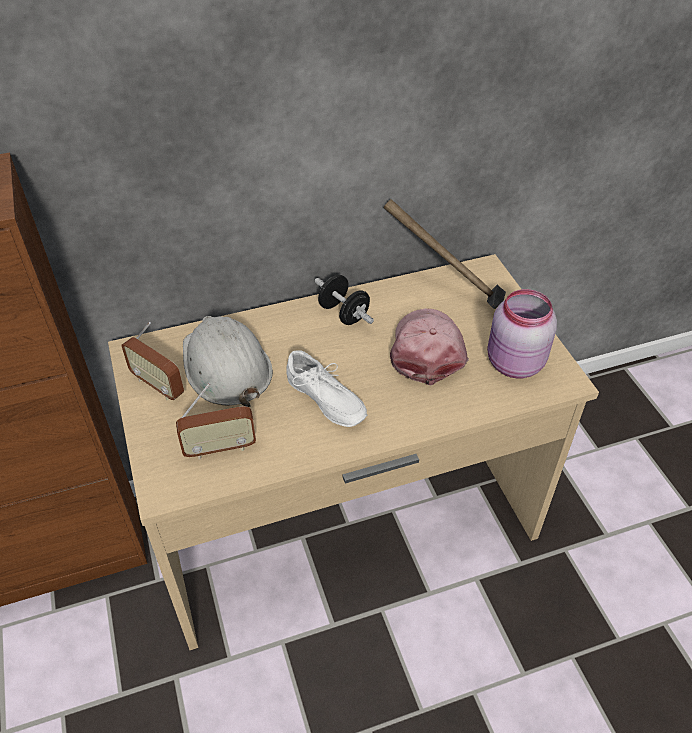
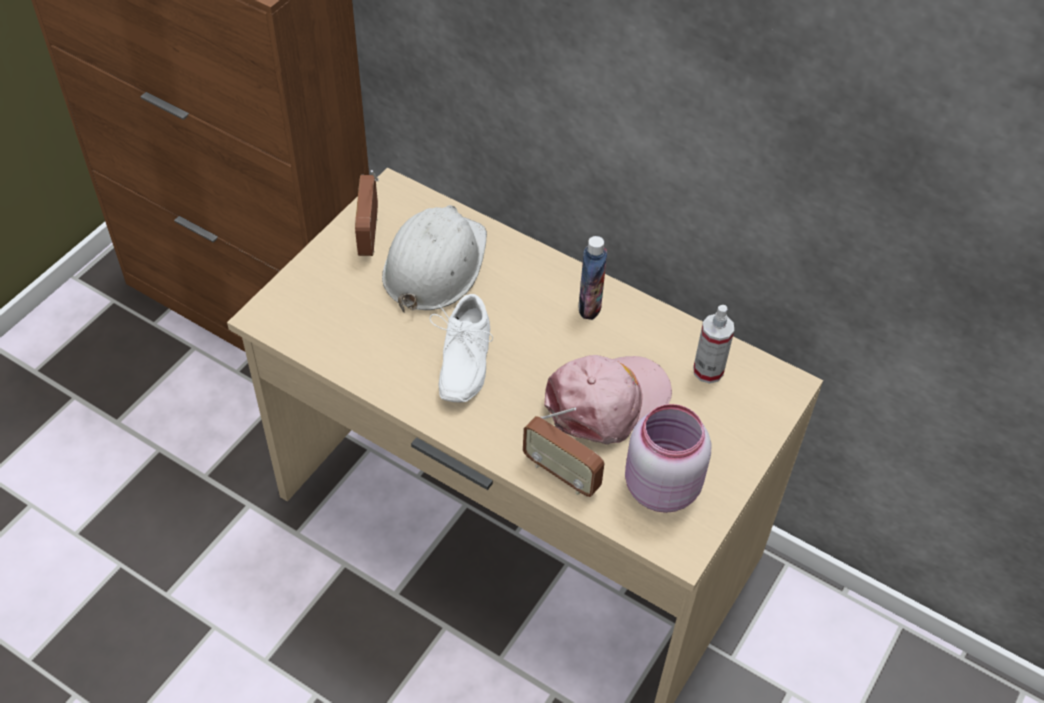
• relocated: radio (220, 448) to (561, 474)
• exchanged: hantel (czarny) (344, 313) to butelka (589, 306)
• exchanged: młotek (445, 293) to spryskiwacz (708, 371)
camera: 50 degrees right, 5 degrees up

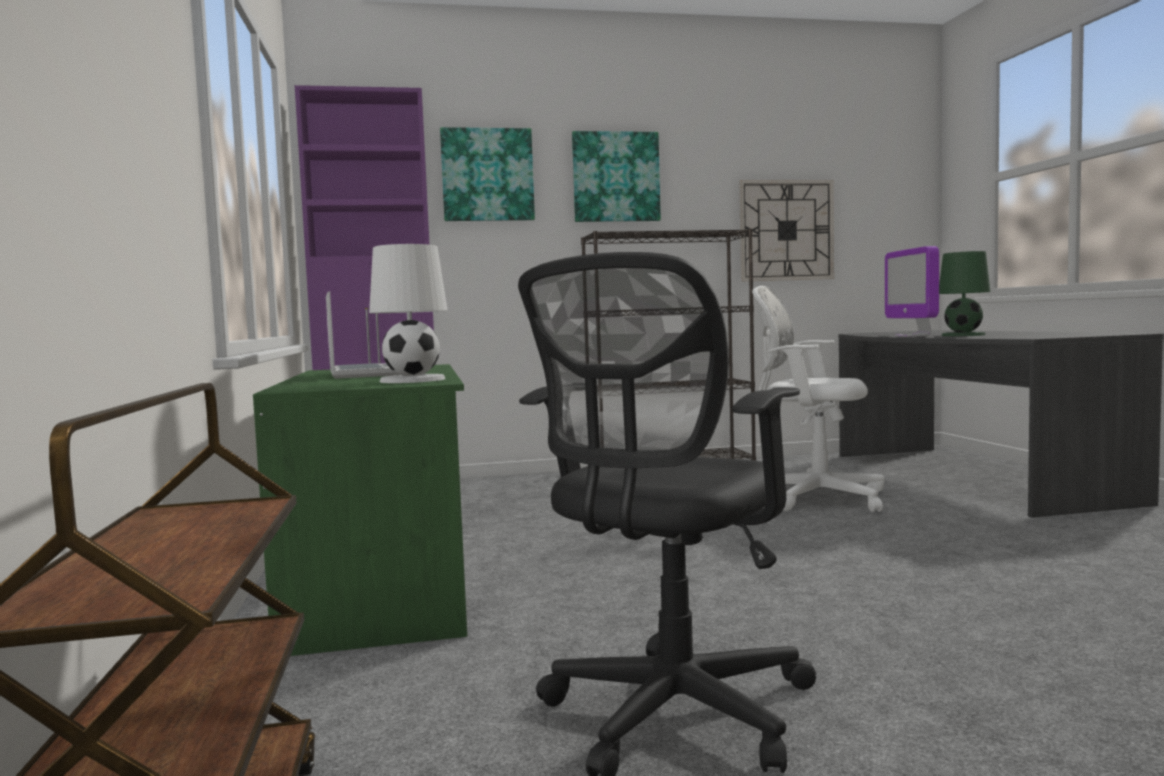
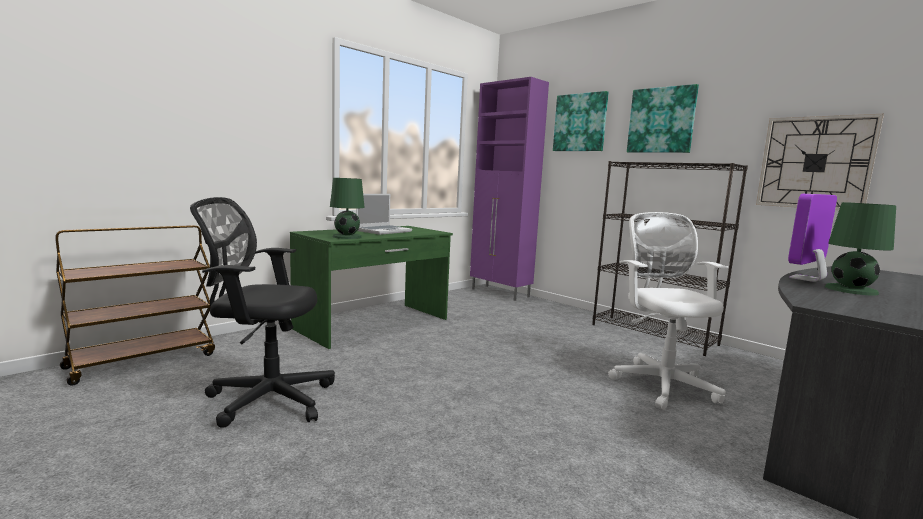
• colour: lampa stołowa (biały) (412, 380) to lampa stołowa (zielony) (346, 236)
camera: 55 degrees right, 5 degrees up

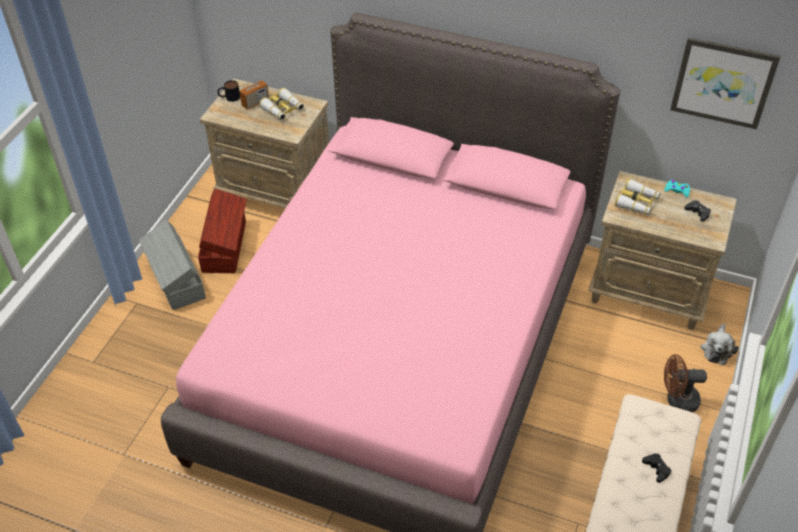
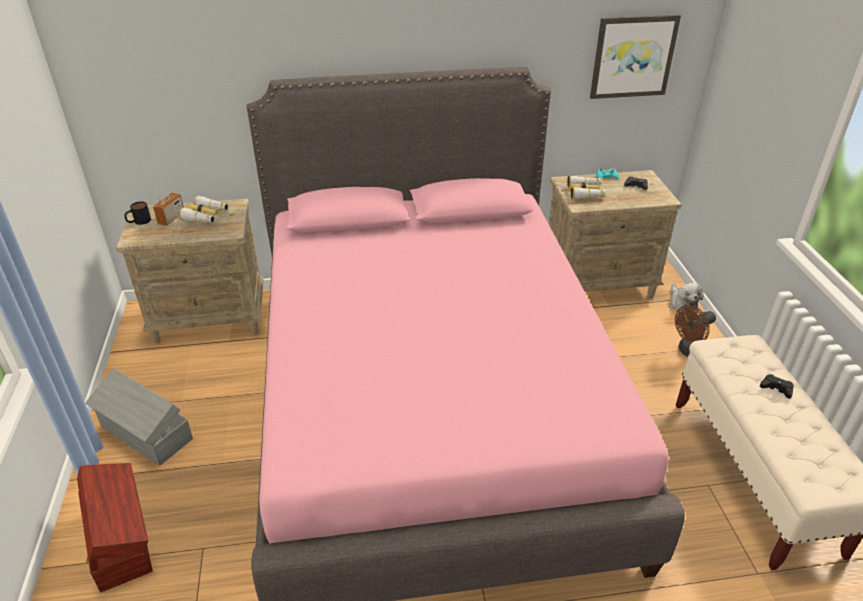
• relocated: pojemnik do przechowywania (brązowy) (225, 246) to (120, 538)
camera: 30 degrees left, 10 degrees down

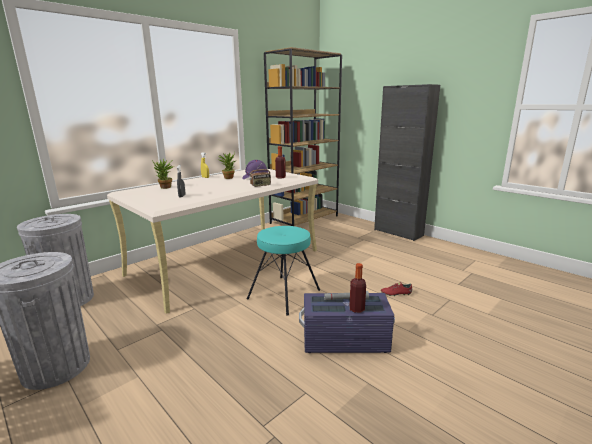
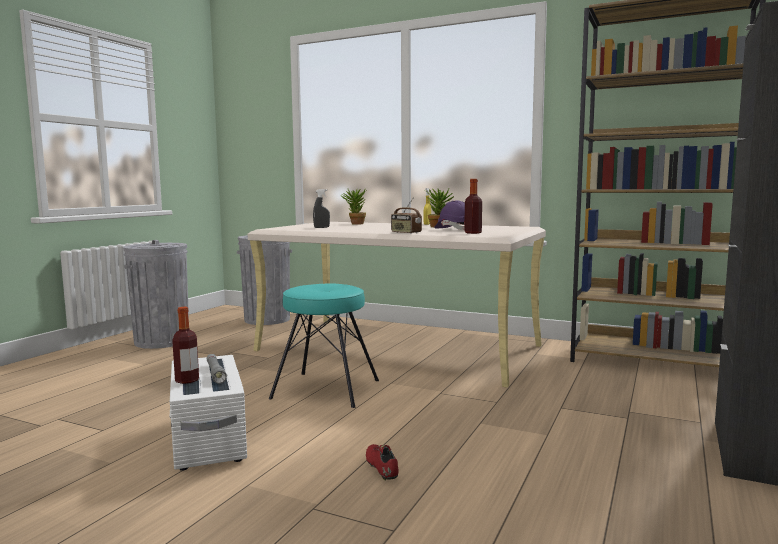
• colour: pojemnik do przechowywania (fioletowy) (345, 341) to pojemnik do przechowywania (biały) (209, 439)
camera: 70 degrees right, 10 degrees down

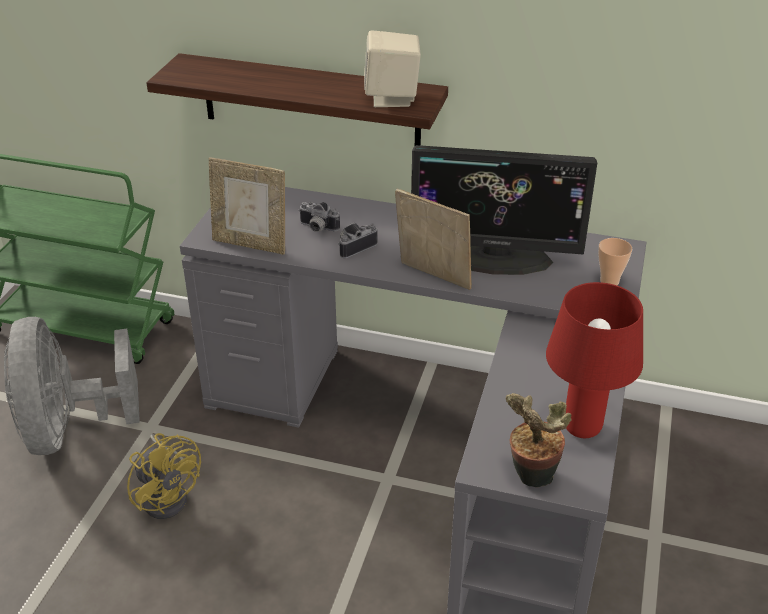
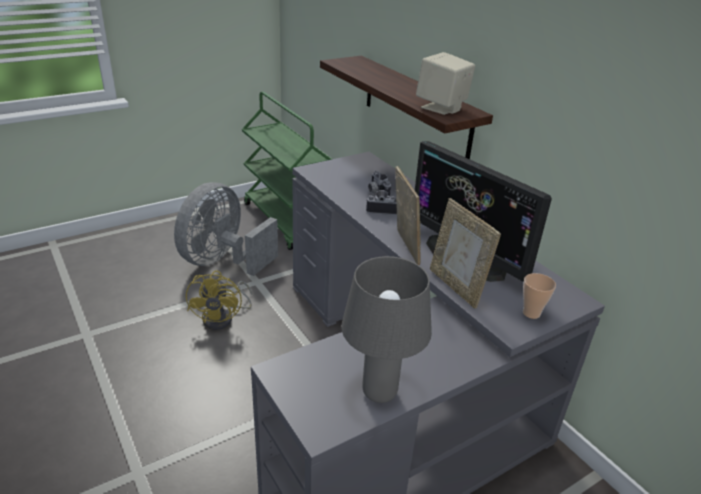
• colour: lampa stołowa (czerwony) (583, 427) to lampa stołowa (szary) (380, 393)
• relocated: ramka na zdjęcie (251, 244) to (456, 287)
• missing: roślina doniczkowa (530, 477)
camera: 40 degrees right, 5 degrees down

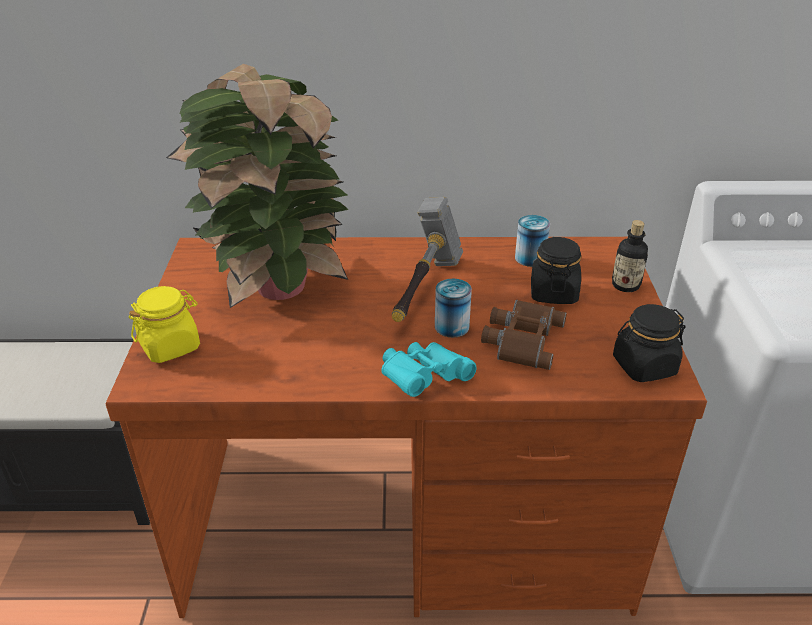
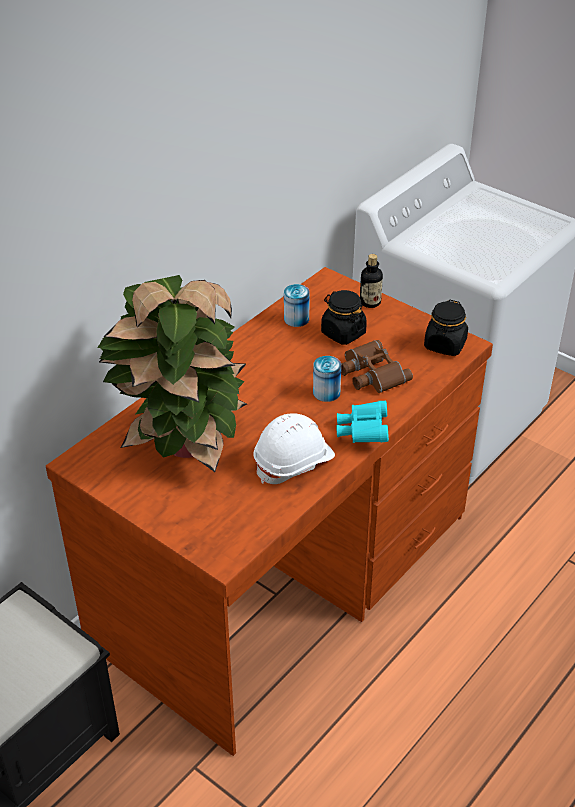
• appeared: kask (biały) (294, 462)
• missing: słoik (żółty) (170, 346)
• missing: młotek (424, 290)
camera: 50 degrees left, 5 degrees up

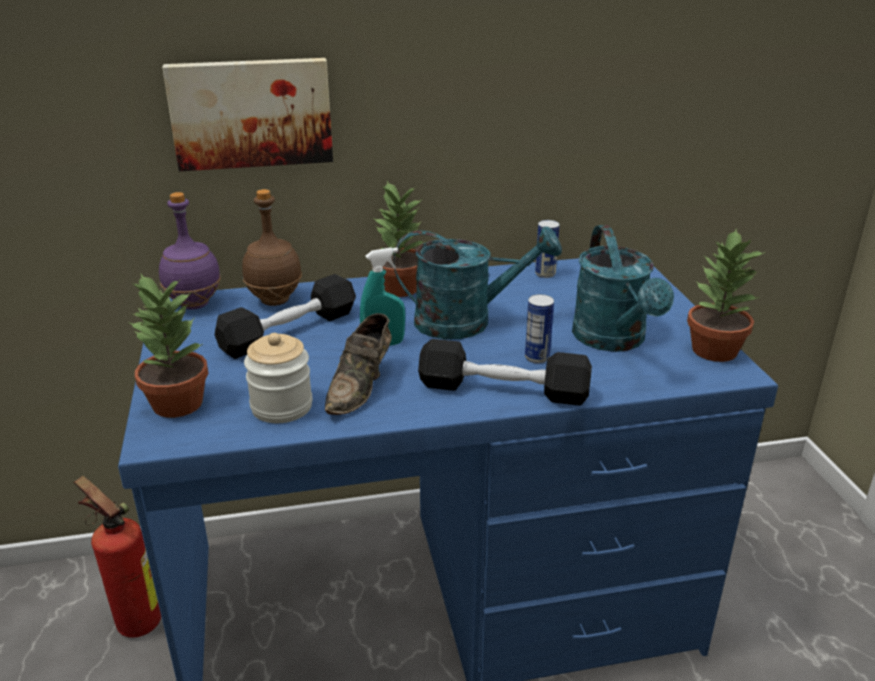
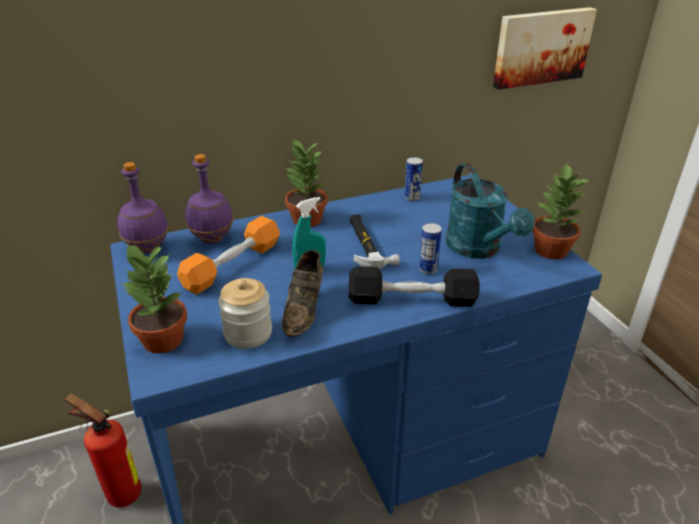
• colour: hantel (czarny) (289, 331) to hantel (pomarańczowy) (232, 265)
• colour: butelka (brązowy) (274, 300) to butelka (fioletowy) (212, 239)
• exchanged: konewka (turkusowy) (467, 321) to młotek (367, 243)
• relocated: obraz (251, 113) to (541, 47)
camera: 10 degrees left, 5 degrees up

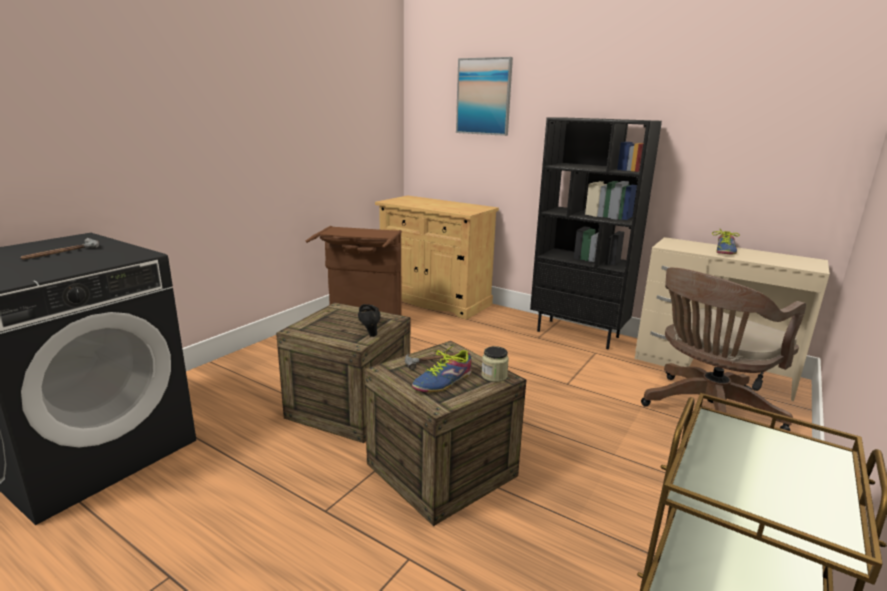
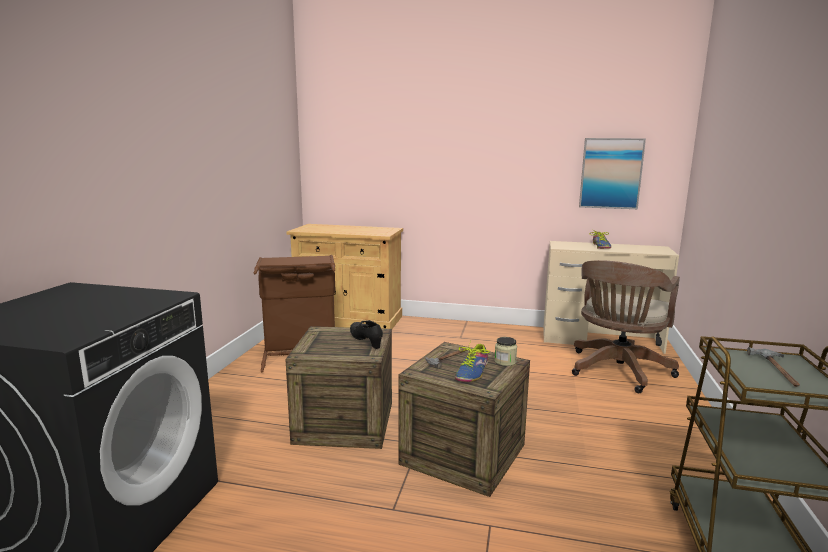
• relocated: obraz (484, 96) to (611, 173)
• relocated: młotek (62, 253) to (778, 370)
• missing: regał (czarny) (578, 334)
camera: 20 degrees left, 5 degrees down

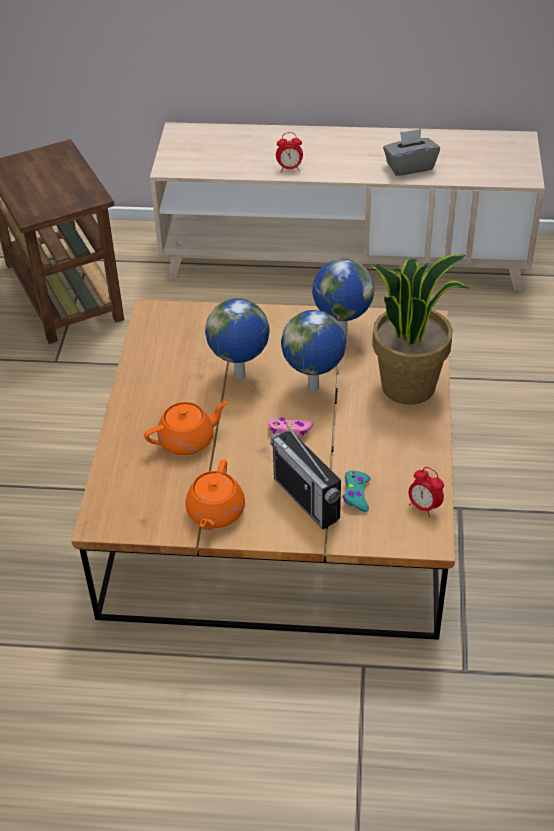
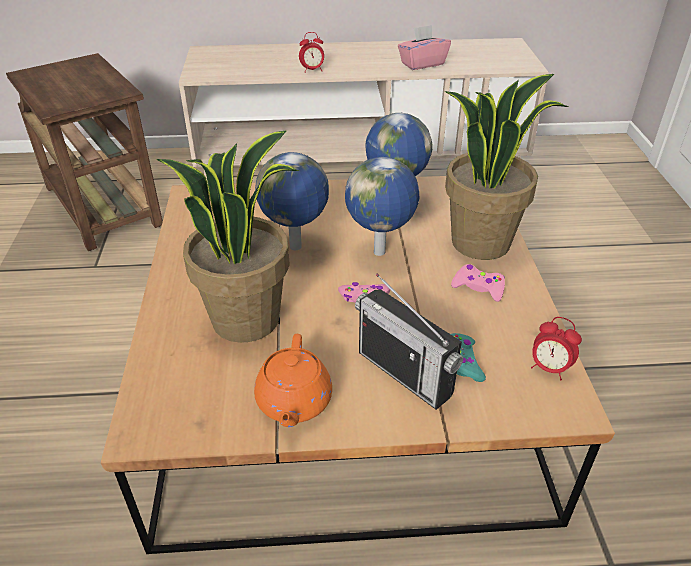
• exchanged: imbryk (pomarańczowy) (188, 440) to roślina doniczkowa (246, 318)
• colour: pudełko chusteczek (szary) (409, 166) to pudełko chusteczek (różowy) (422, 64)
• appeared: pad do gier (różowy) (478, 287)
camera: 10 degrees left, 5 degrees down

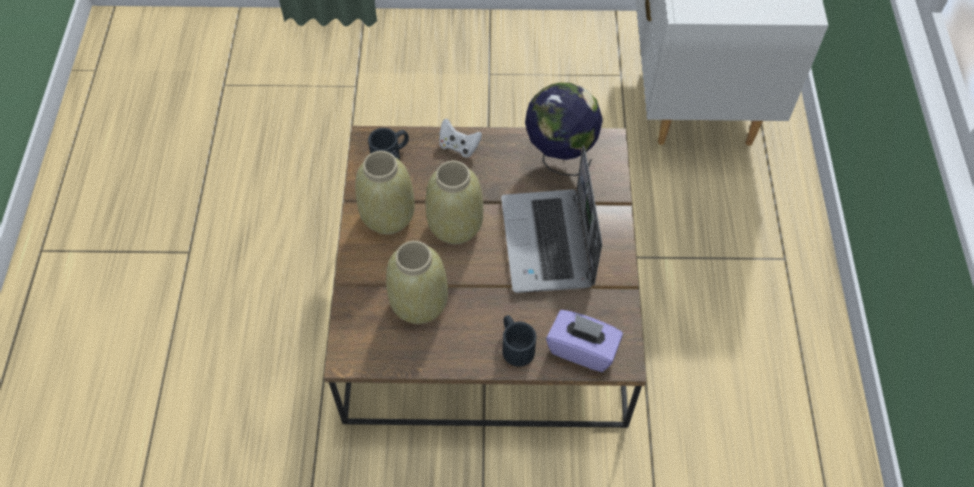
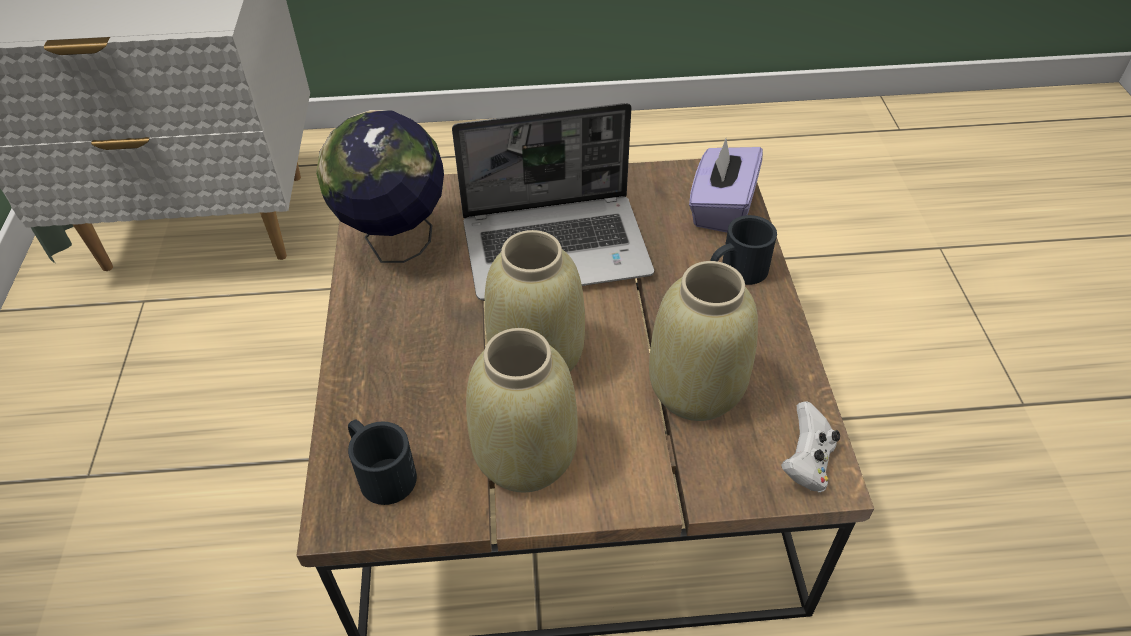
• relocated: pad do gier (biały) (459, 146) to (806, 463)
camera: 95 degrees left, 10 degrees down

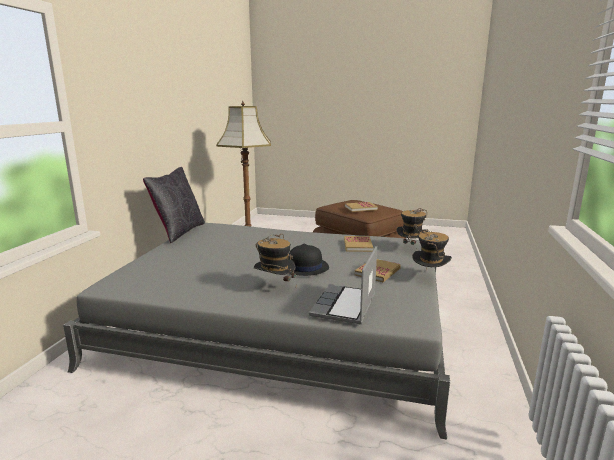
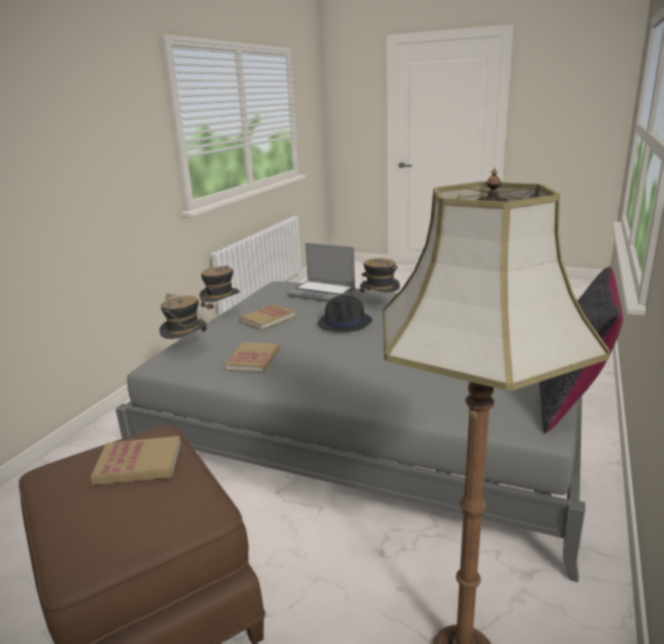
• spun: laptop (345, 306) = (323, 293) 90 degrees clockwise
camera: 170 degrees left, 5 degrees up

